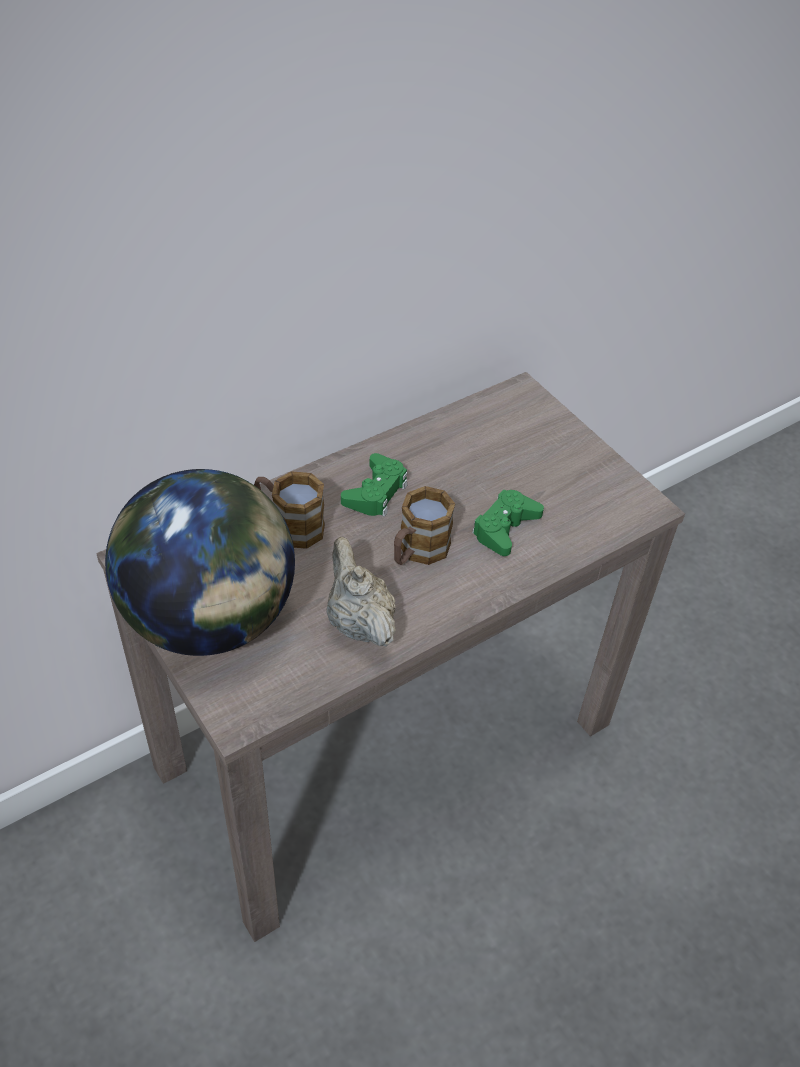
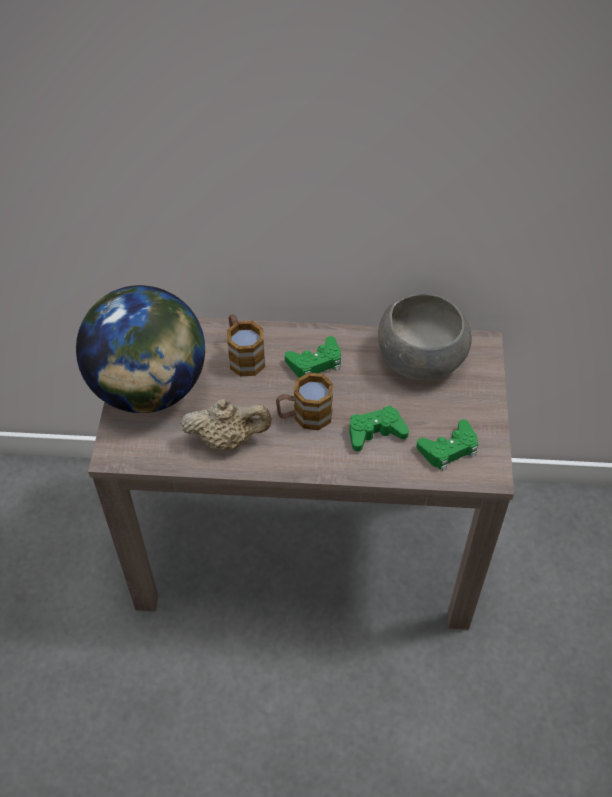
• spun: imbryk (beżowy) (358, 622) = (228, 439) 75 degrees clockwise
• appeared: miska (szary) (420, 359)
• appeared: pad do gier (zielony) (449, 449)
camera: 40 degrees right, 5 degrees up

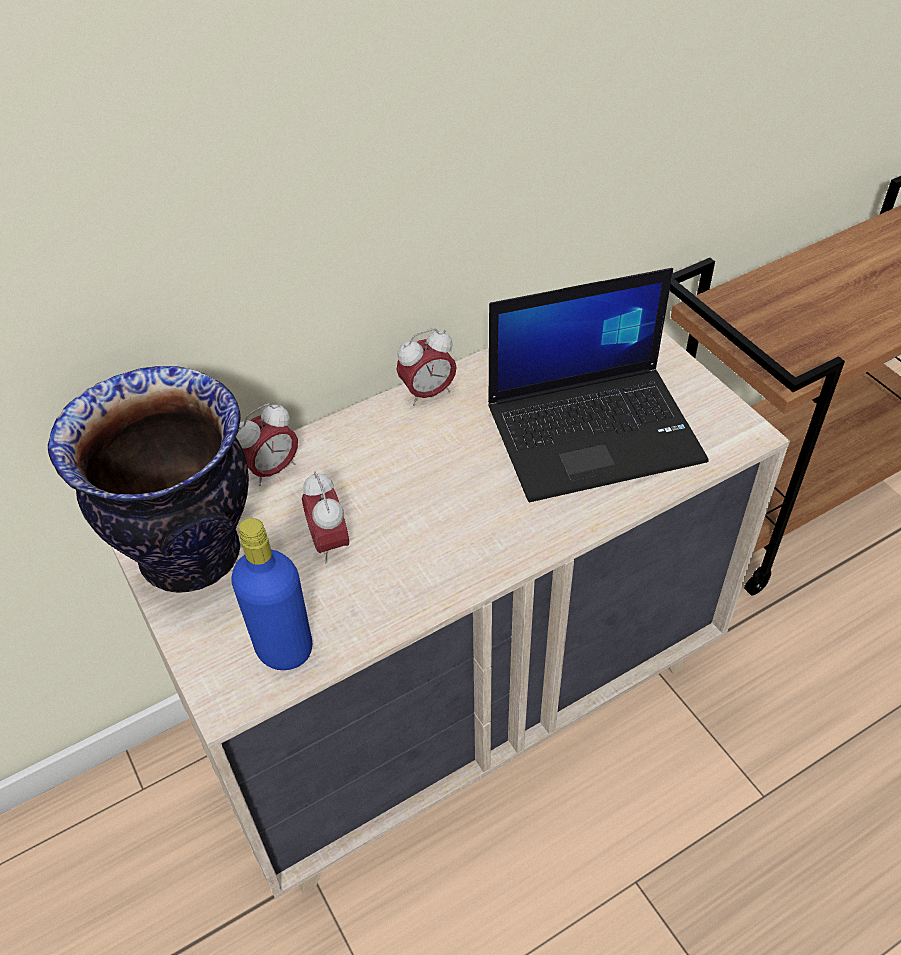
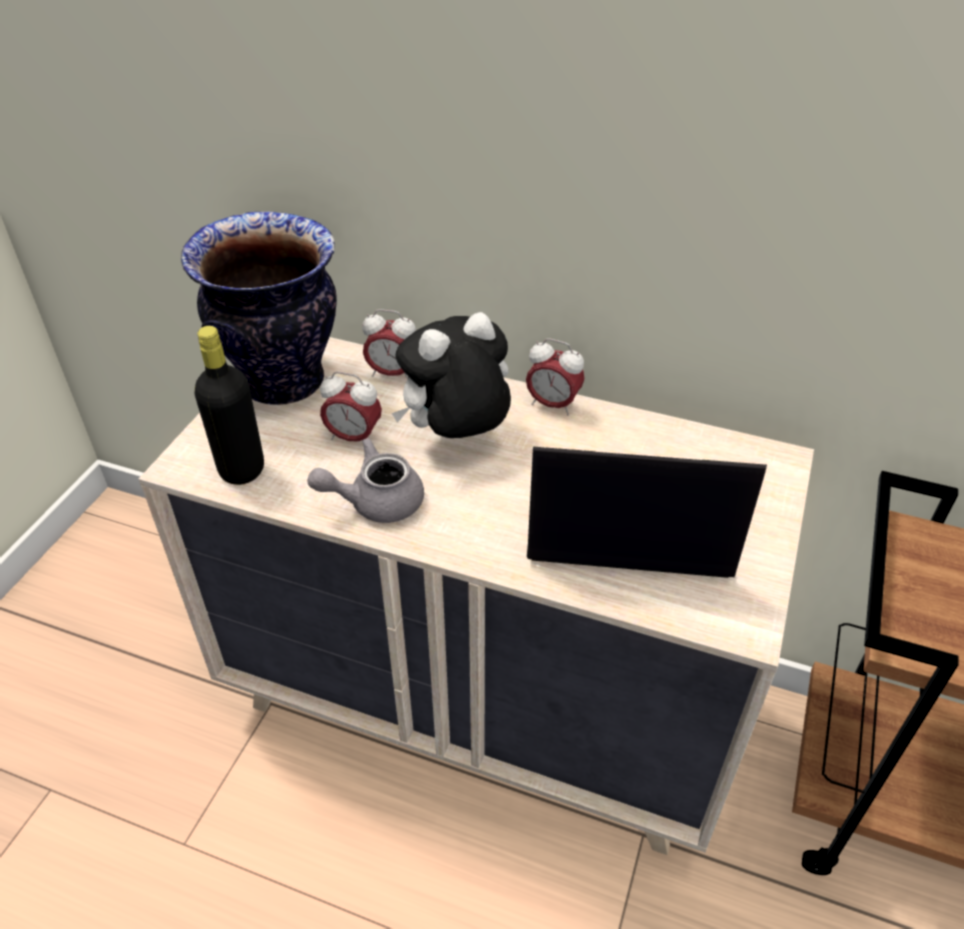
• colour: butelka (niebieski) (284, 649) to butelka (czarny) (242, 469)
• appeared: imbryk (szary) (375, 501)
• spun: budzik (330, 543) = (354, 438) 105 degrees counterclockwise
• appeared: pluszak (456, 437)
• spun: laptop (595, 431) = (625, 521) 150 degrees clockwise
camera: 50 degrees right, 5 degrees down

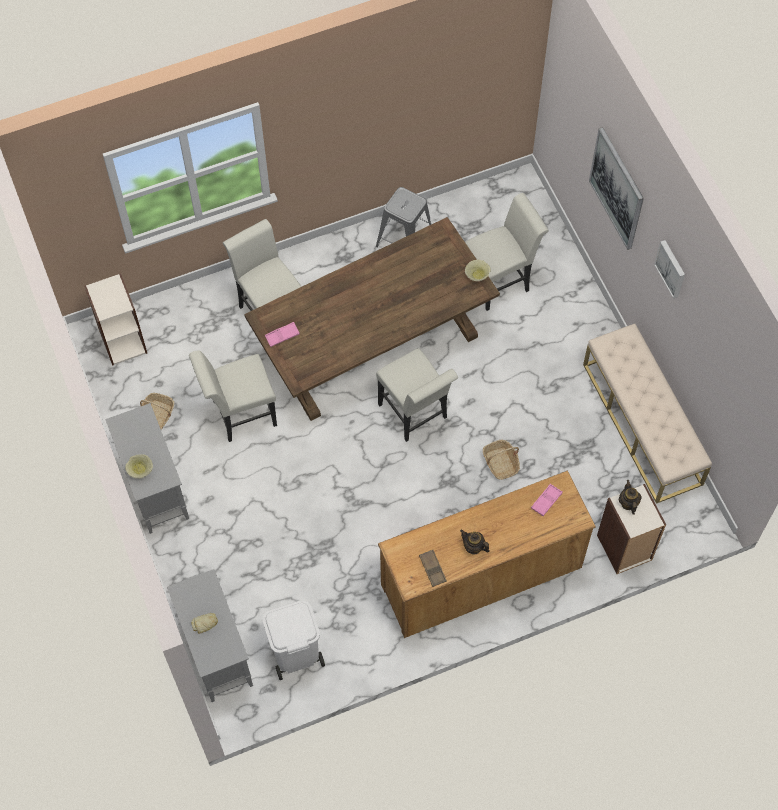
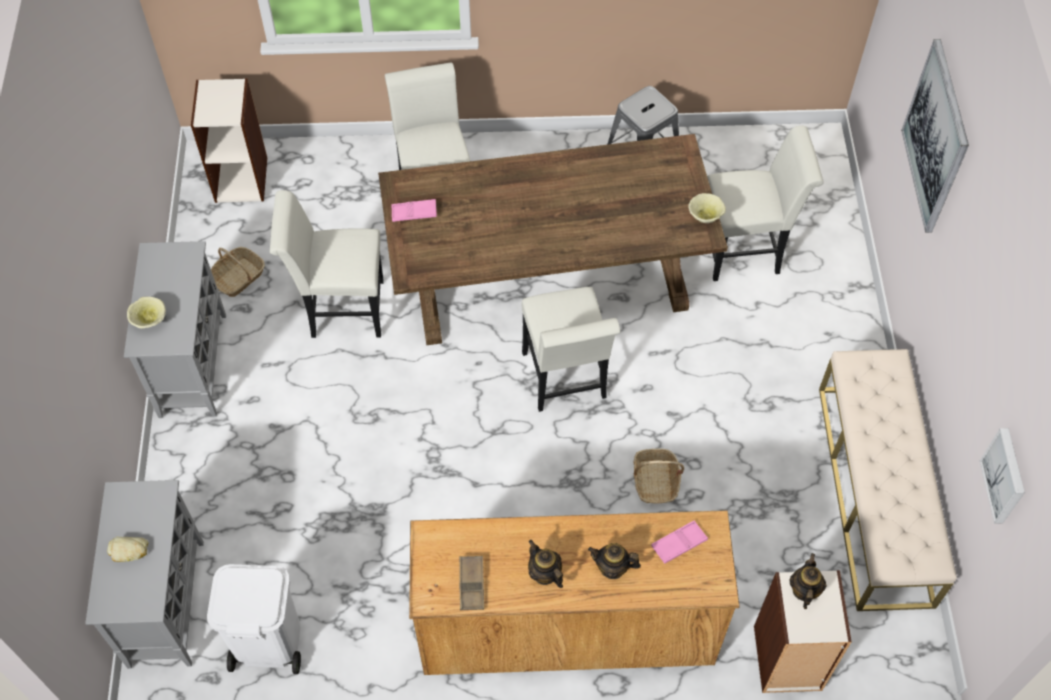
• appeared: imbryk (612, 568)
• relocated: obraz (671, 268) to (1005, 476)
camera: 20 degrees right, 5 degrees down

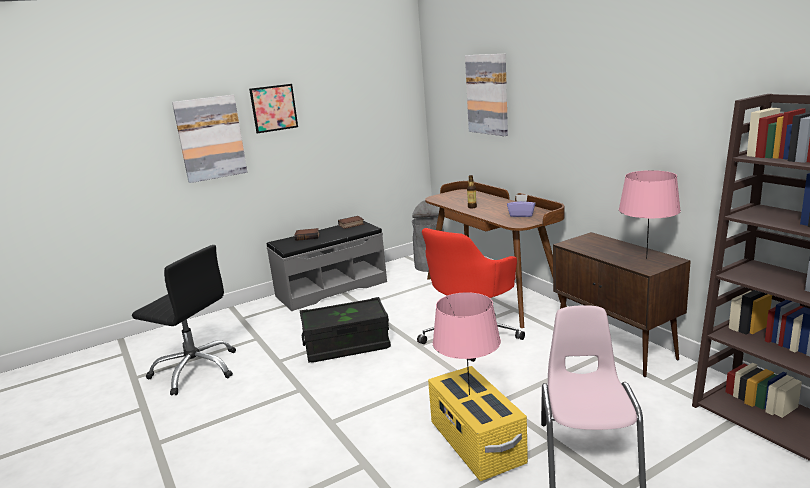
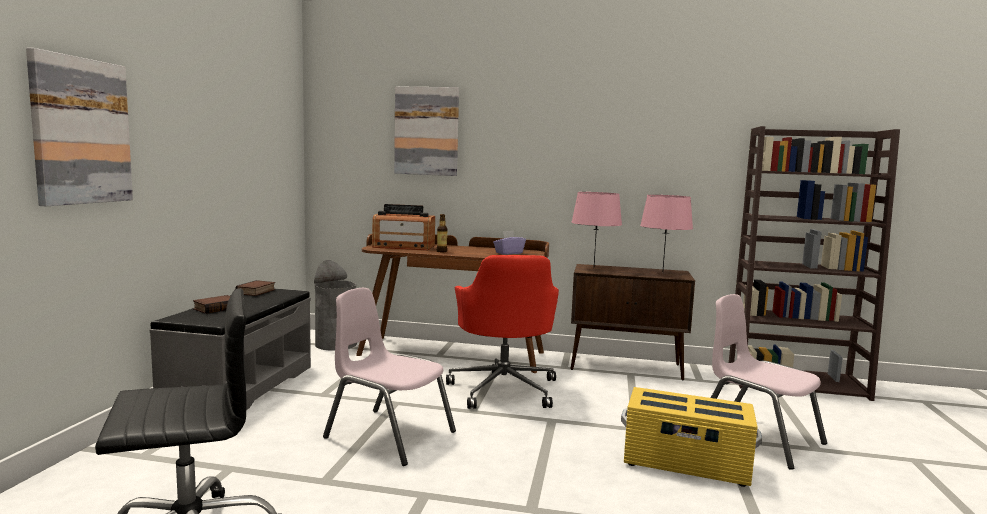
• exchanged: pojemnik do przechowywania (czarny) (347, 345) to krzesło (różowy) (389, 435)
• appeared: radio (403, 247)
• relocated: lampa stołowa (różowy) (469, 394) to (593, 268)
• missing: obraz (274, 108)
camera: 50 degrees left, 10 degrees down

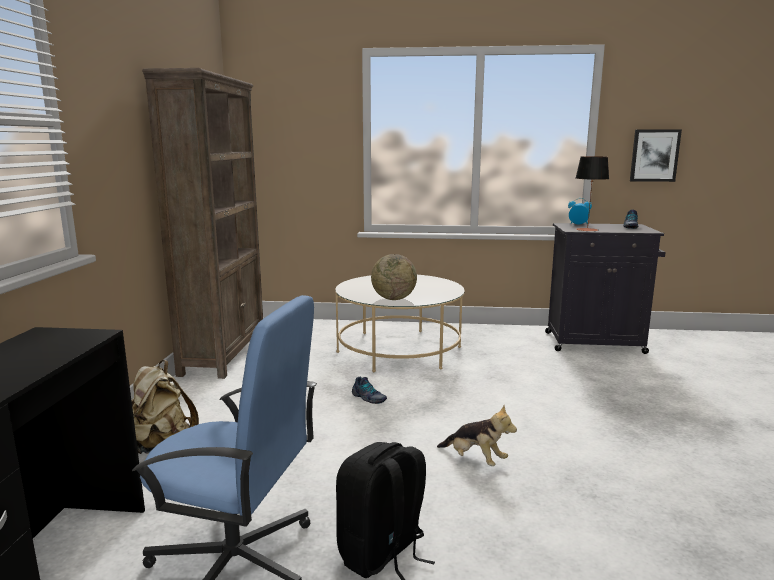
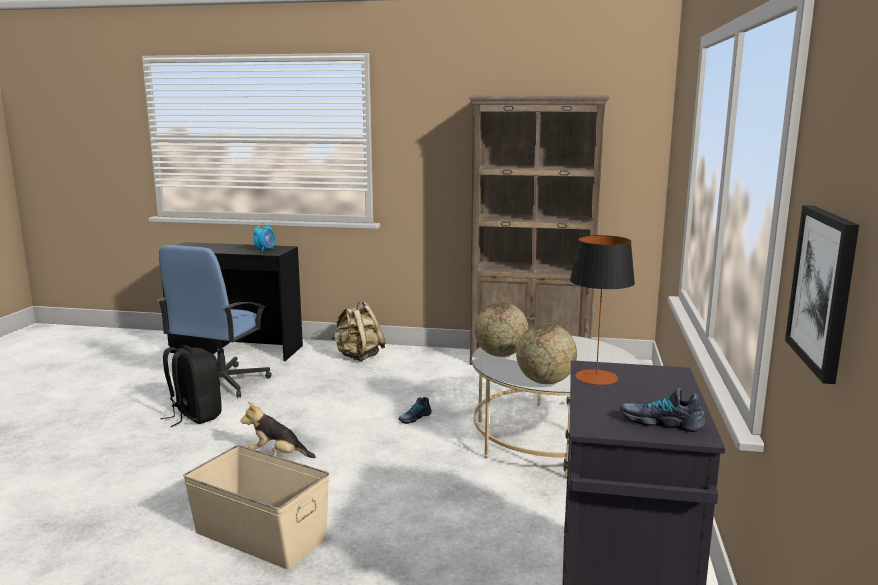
• appeared: pojemnik do przechowywania (beżowy) (260, 534)
• spun: pluszak (475, 459) = (278, 455) 60 degrees clockwise
• relocated: budzik (578, 224) to (265, 250)
• appeared: globus (545, 381)
camera: 95 degrees right, 0 degrees up

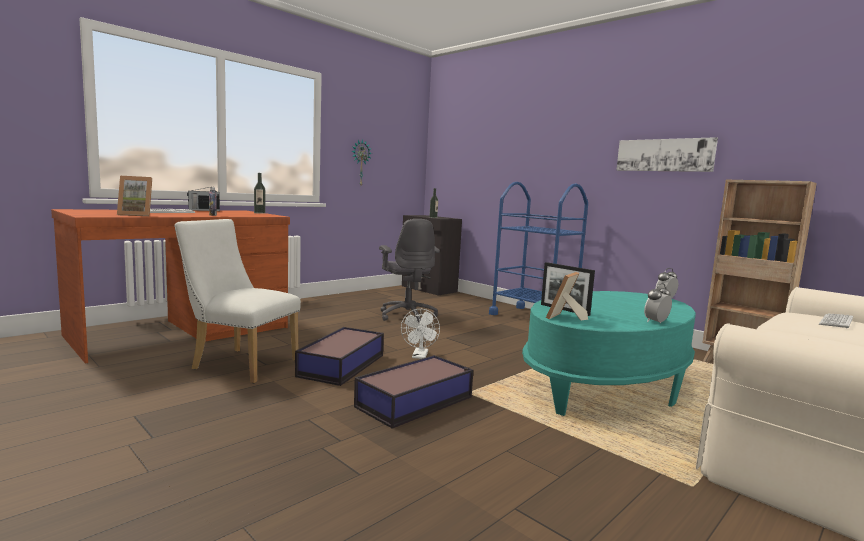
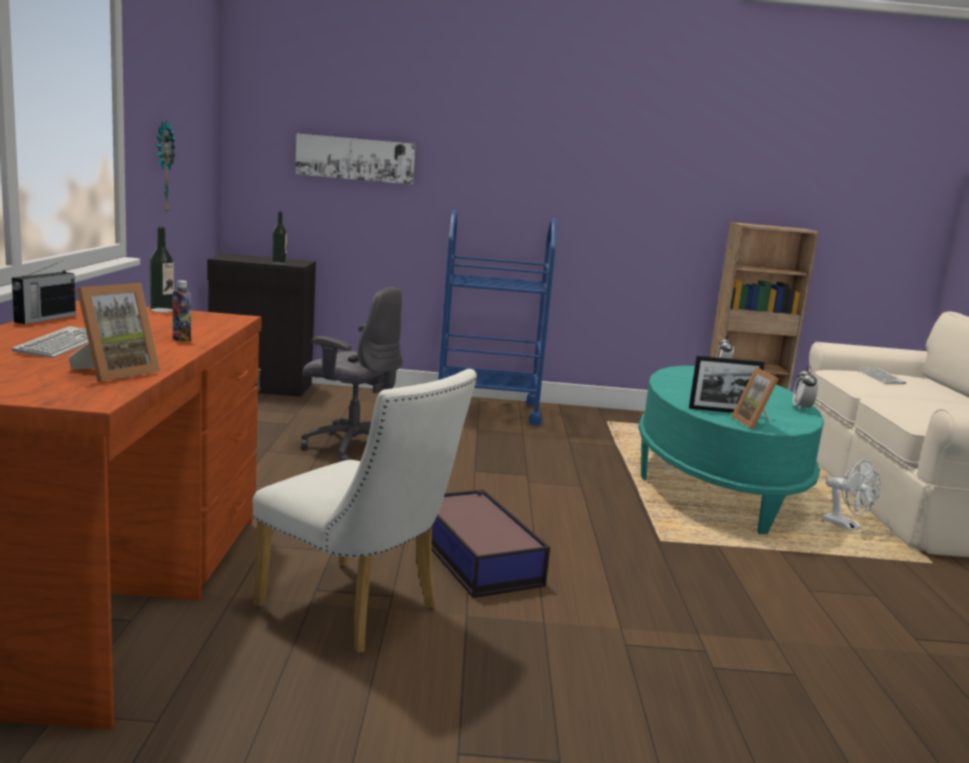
• spun: krzesło (biały) (239, 364) = (358, 611) 120 degrees counterclockwise
• relocated: obraz (664, 155) to (355, 159)
• relocated: wentylator (biały) (419, 356) to (846, 526)
• missing: pojemnik do przechowywania (416, 401)
camera: 45 degrees left, 5 degrees up

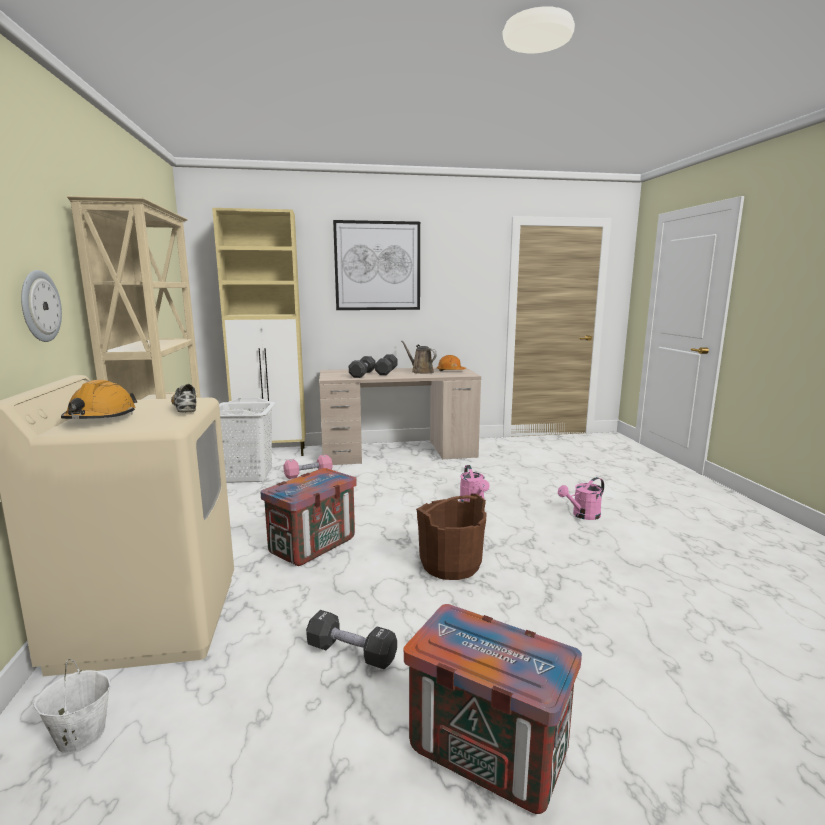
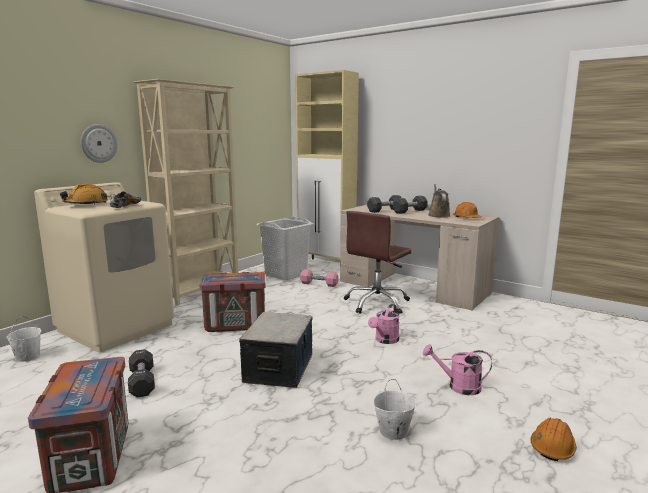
• exchanged: wiadro (brązowy) (450, 564) to pojemnik do przechowywania (279, 369)
• appeared: krzesło biurowe (brązowy) (377, 303)
• appeared: wiadro (biały) (393, 431)
• appeared: kask (pomarańczowy) (552, 447)
• missing: obraz (377, 266)
camera: 45 degrees right, 0 degrees up

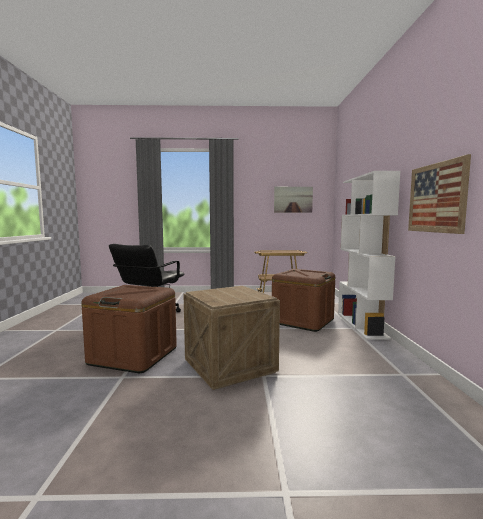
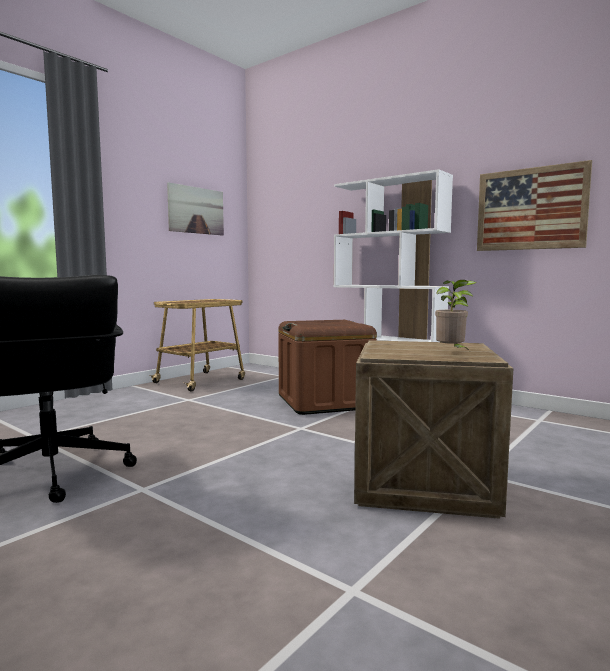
• appeared: roślina doniczkowa (452, 352)
• missing: pojemnik do przechowywania (brązowy) (133, 356)
camera: 50 degrees left, 0 degrees up

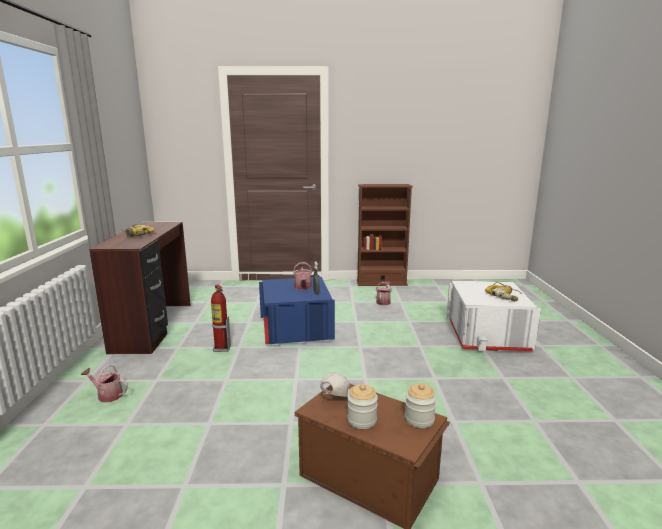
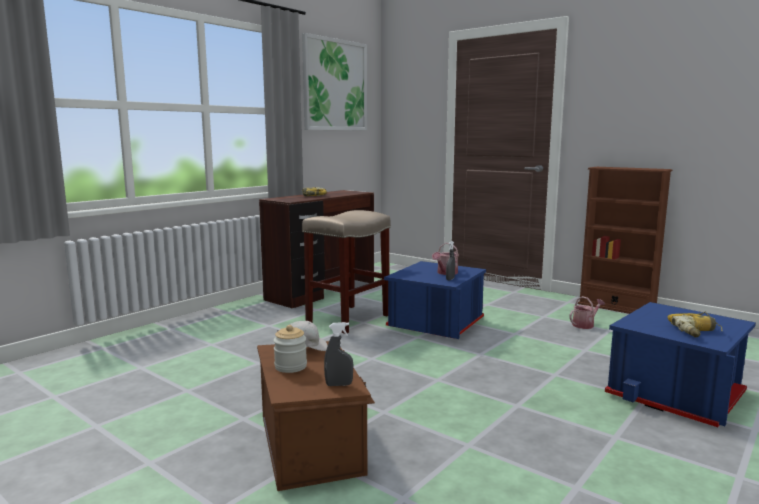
• appeared: obraz (335, 85)
• exchanged: gaśnica (222, 348) to stołek (beżowy) (348, 319)
• exchanged: słoik (419, 419) to spryskiwacz (szary) (339, 385)
• colour: pojemnik do przechowywania (biały) (487, 336) to pojemnik do przechowywania (niebieski) (677, 394)
• missing: konewka (107, 395)
camera: 40 degrees right, 5 degrees down

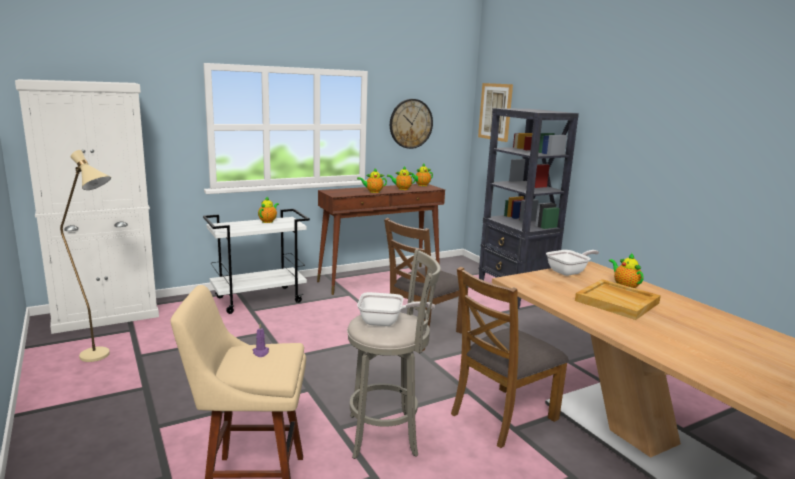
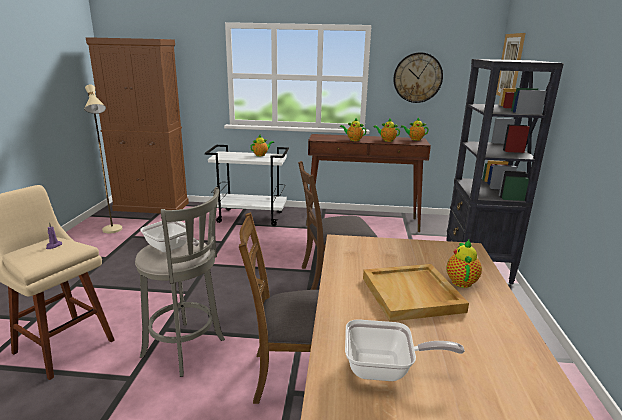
• colour: szafka (biały) (106, 316) to szafka (brązowy) (152, 206)
• relocated: patelnia (569, 272) to (385, 369)
camera: 35 degrees right, 5 degrees up

